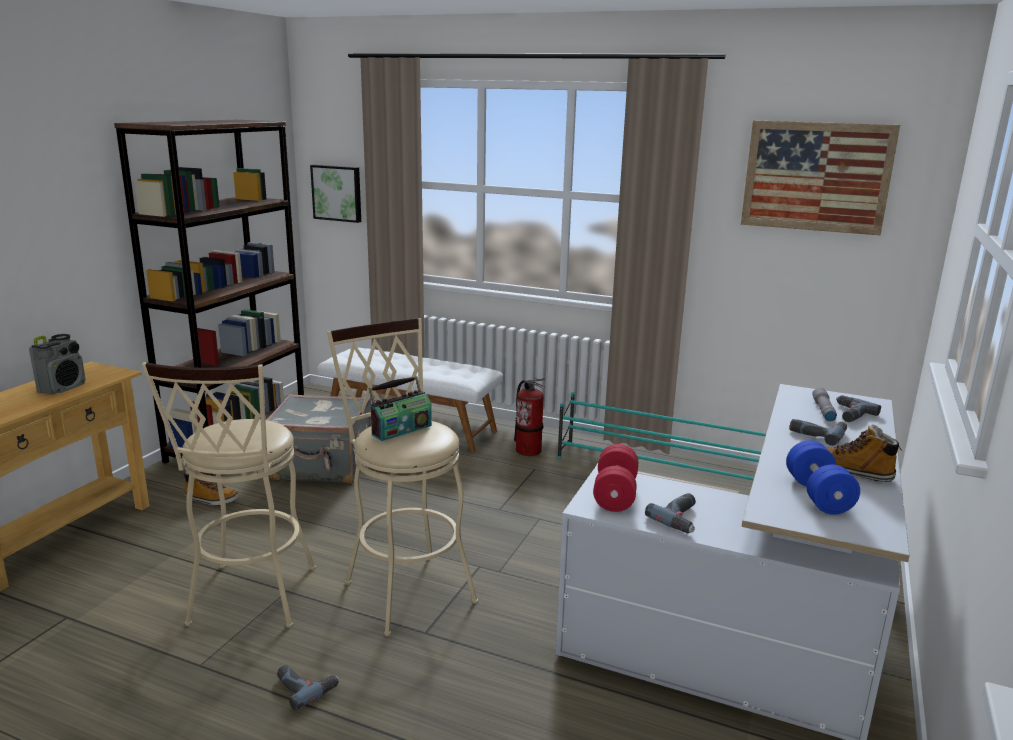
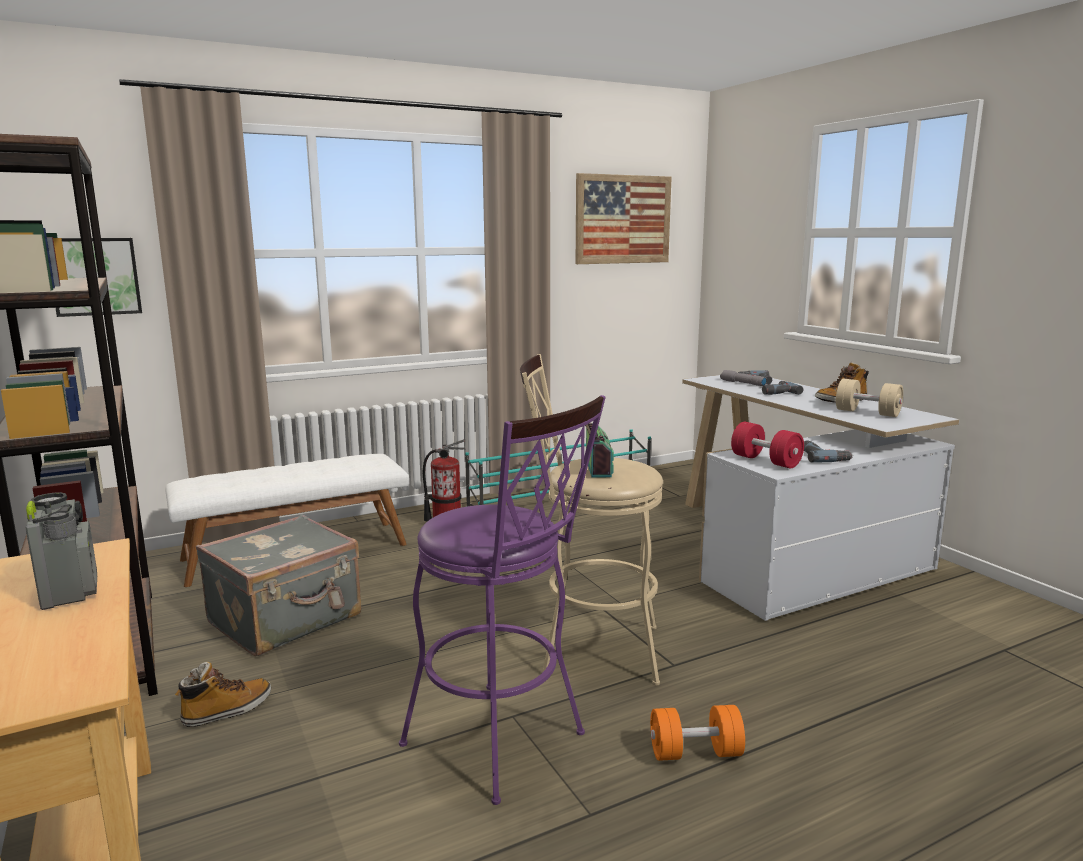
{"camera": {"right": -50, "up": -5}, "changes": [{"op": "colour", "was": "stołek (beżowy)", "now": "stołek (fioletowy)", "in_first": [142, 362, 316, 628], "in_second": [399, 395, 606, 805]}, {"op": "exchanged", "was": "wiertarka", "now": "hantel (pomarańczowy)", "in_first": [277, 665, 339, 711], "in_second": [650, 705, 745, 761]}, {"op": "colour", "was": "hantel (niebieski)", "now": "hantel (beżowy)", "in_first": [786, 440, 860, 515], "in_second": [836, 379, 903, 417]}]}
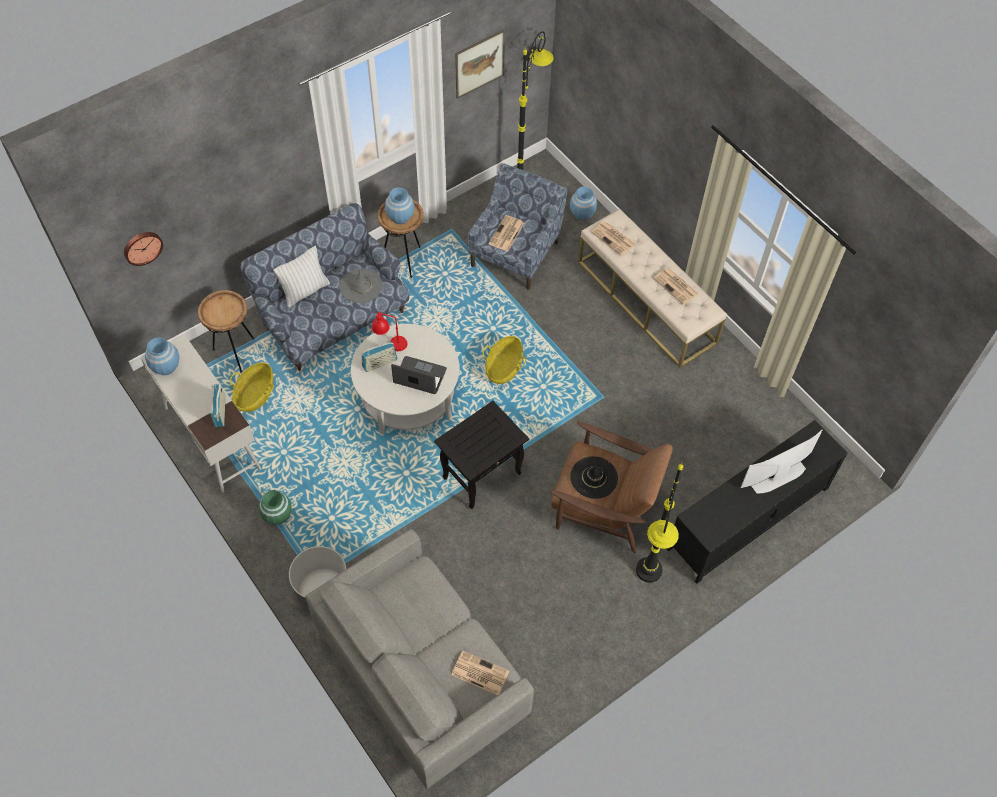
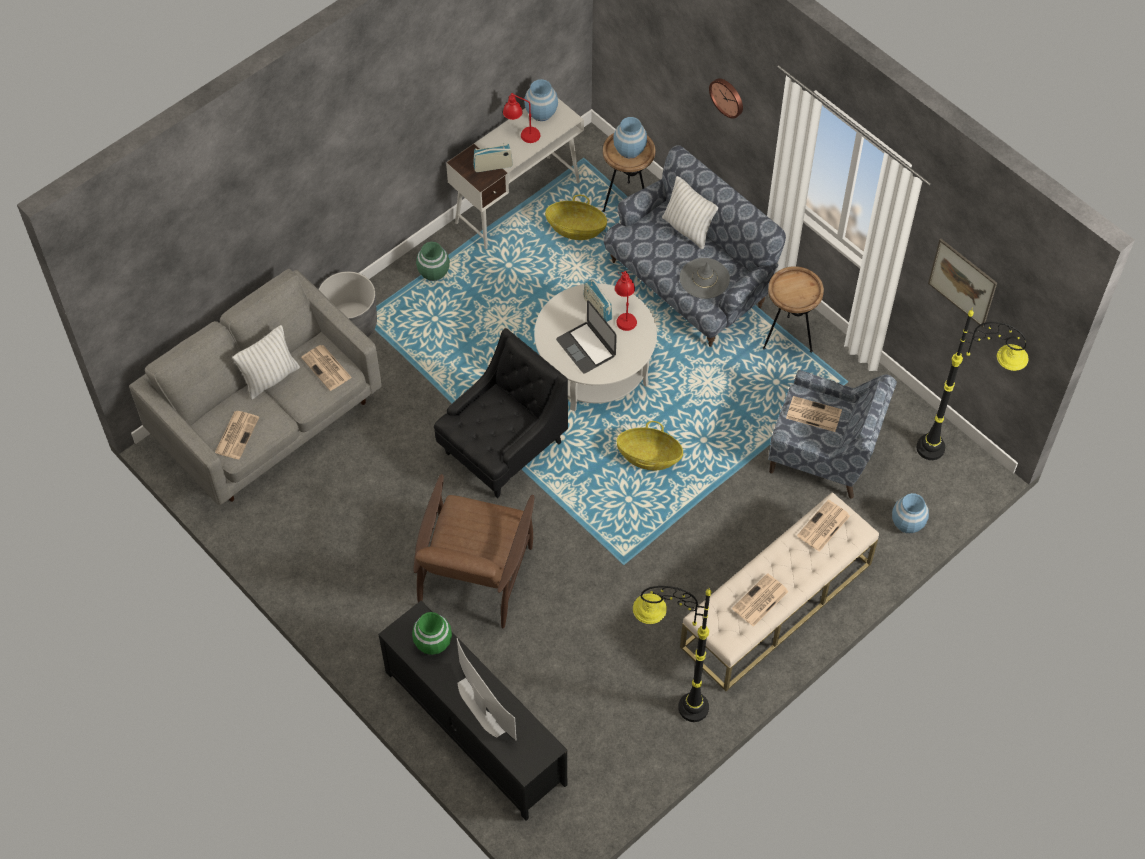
{"camera": {"right": 85, "up": 0}, "changes": [{"op": "appeared", "now": "poduszka (biały)", "in_second": [232, 325, 300, 400]}, {"op": "appeared", "now": "gazeta", "in_second": [301, 345, 352, 391]}, {"op": "appeared", "now": "wazon (zielony)", "in_second": [412, 612, 452, 655]}, {"op": "exchanged", "was": "stolik (czarny)", "now": "fotel (czarny)", "in_first": [434, 401, 529, 509], "in_second": [434, 328, 568, 498]}, {"op": "appeared", "now": "lampa stołowa (czerwony)", "in_second": [503, 93, 541, 143]}, {"op": "spun", "was": "laptop", "in_first": [391, 356, 447, 394], "in_second": [556, 300, 617, 374], "clockwise": 135}, {"op": "relocated", "was": "wazon (niebieski)", "in_first": [385, 188, 415, 224], "in_second": [613, 117, 647, 158]}, {"op": "relocated", "was": "lampa stojąca (czarny)", "in_first": [636, 463, 683, 583], "in_second": [633, 586, 711, 722]}, {"op": "relocated", "was": "zegar ścienny", "in_first": [124, 232, 163, 266], "in_second": [709, 78, 743, 119]}, {"op": "missing", "was": "kapelusz (czarny)", "in_first": [570, 456, 618, 499]}]}
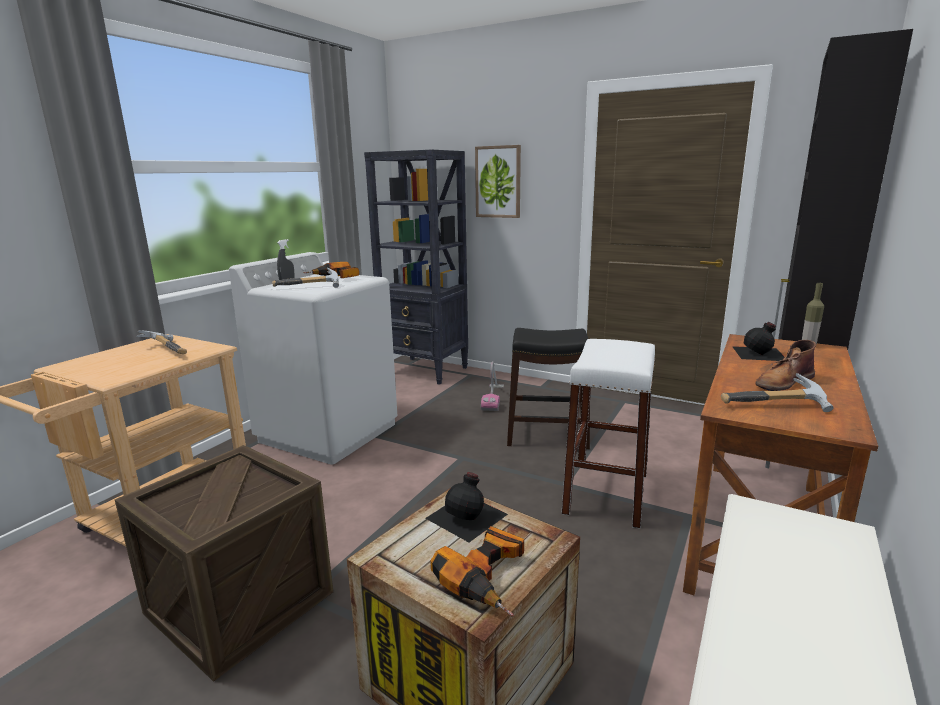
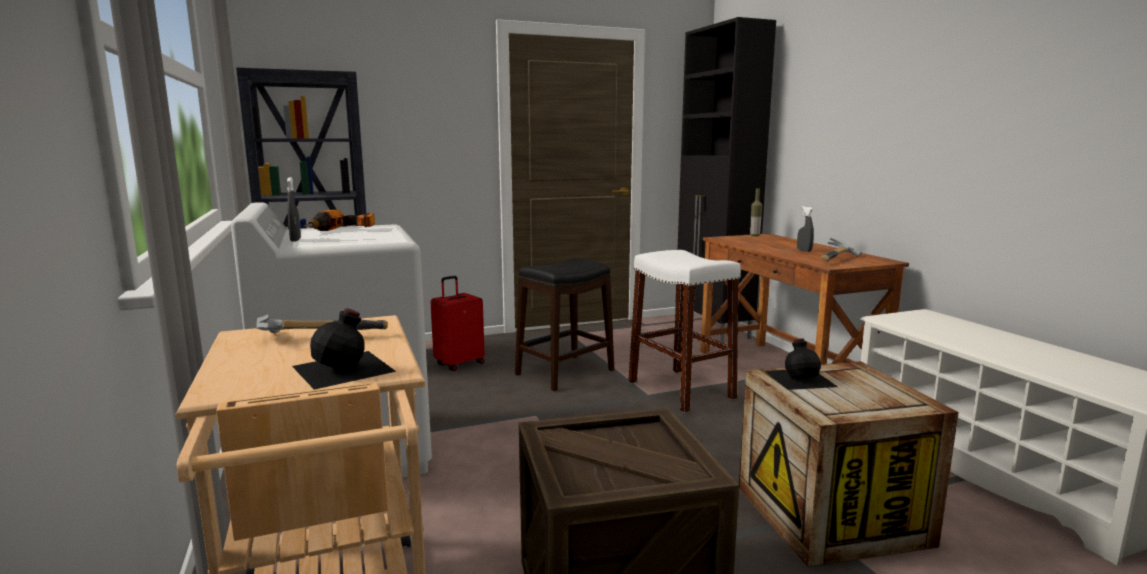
{"camera": {"right": -50, "up": -5}, "changes": [{"op": "relocated", "was": "butelka (czarny)", "in_first": [732, 322, 784, 361], "in_second": [292, 308, 396, 390]}, {"op": "exchanged", "was": "odkurzacz", "now": "walizka (czerwony)", "in_first": [481, 361, 504, 411], "in_second": [431, 276, 485, 371]}, {"op": "exchanged", "was": "but z cholewką (brązowy)", "now": "spryskiwacz (szary)", "in_first": [756, 340, 816, 391], "in_second": [797, 206, 814, 252]}, {"op": "missing", "was": "młotek", "in_first": [272, 267, 339, 288]}, {"op": "missing", "was": "wiertarka", "in_first": [431, 526, 524, 616]}, {"op": "missing", "was": "obraz", "in_first": [475, 145, 521, 218]}]}
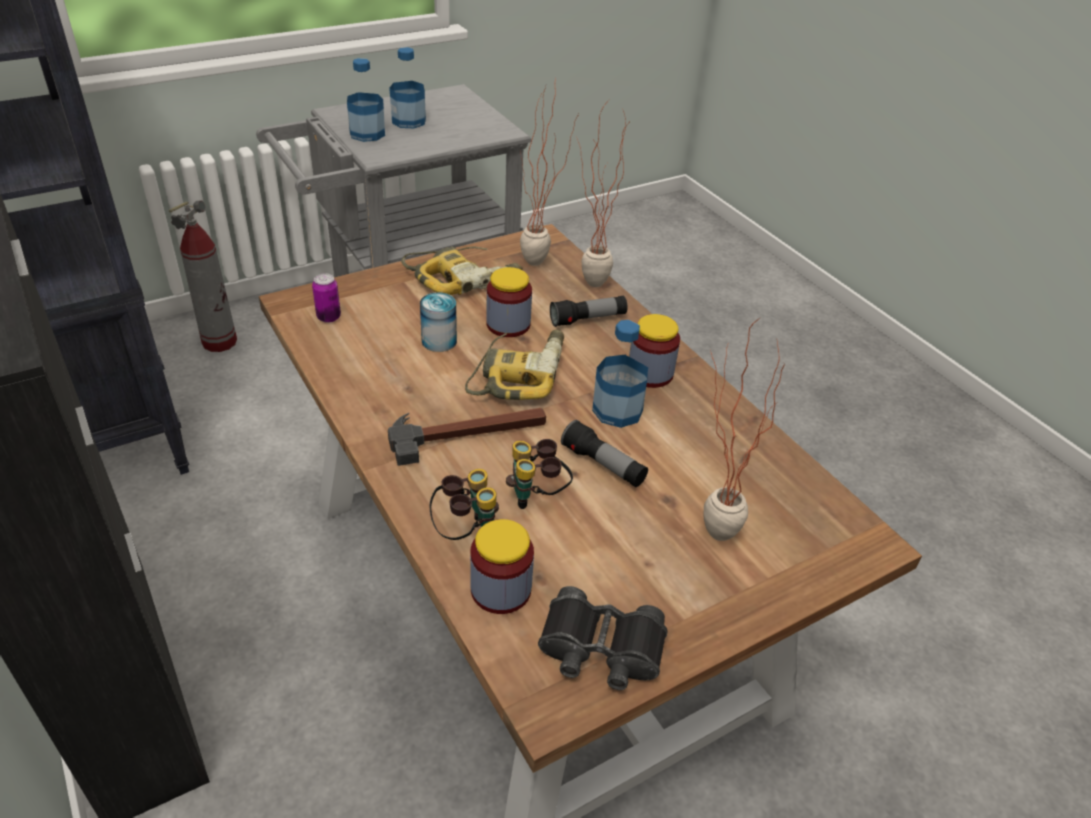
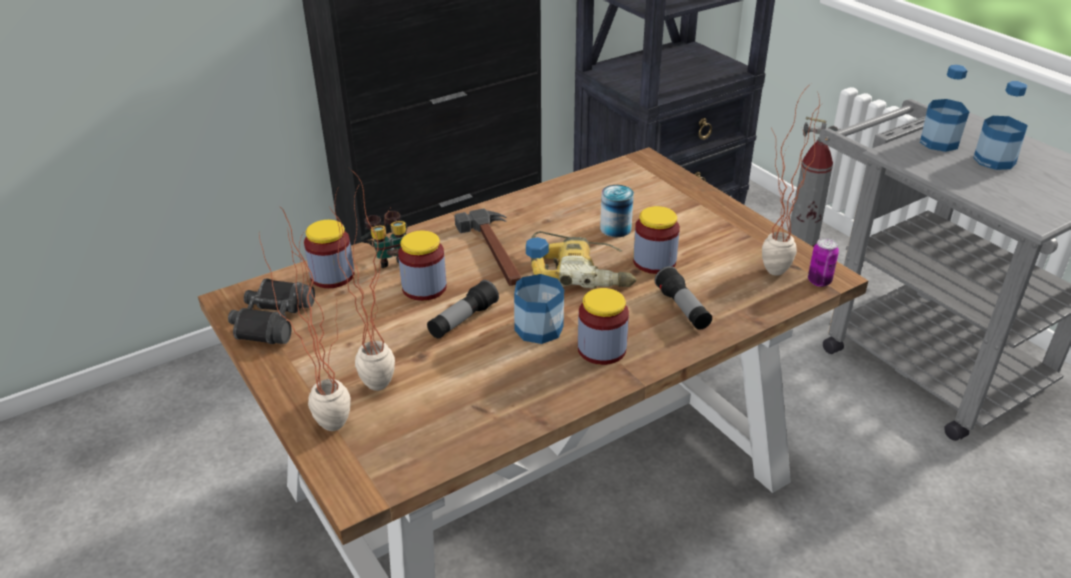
{"camera": {"right": 90, "up": -5}, "changes": [{"op": "relocated", "was": "roślina doniczkowa", "in_first": [577, 99, 629, 287], "in_second": [259, 207, 351, 431]}, {"op": "exchanged", "was": "lornetka", "now": "słoik", "in_first": [506, 439, 573, 509], "in_second": [398, 231, 447, 301]}, {"op": "relocated", "was": "puszka", "in_first": [312, 273, 341, 323], "in_second": [808, 238, 839, 287]}, {"op": "missing", "was": "wiertarka", "in_first": [401, 246, 523, 295]}]}
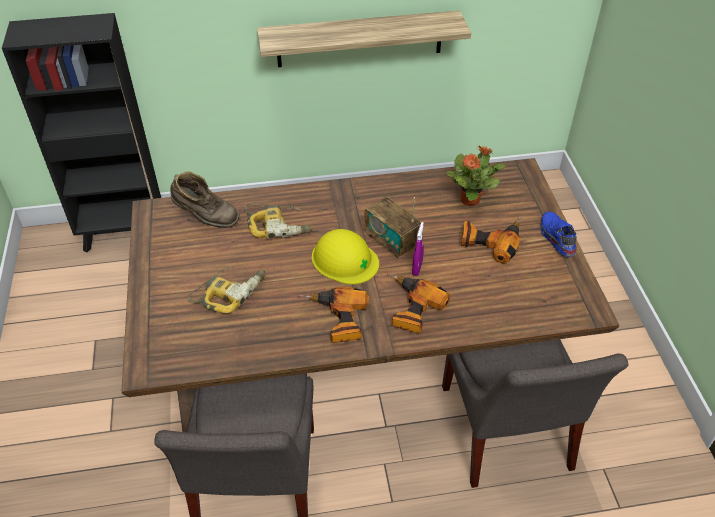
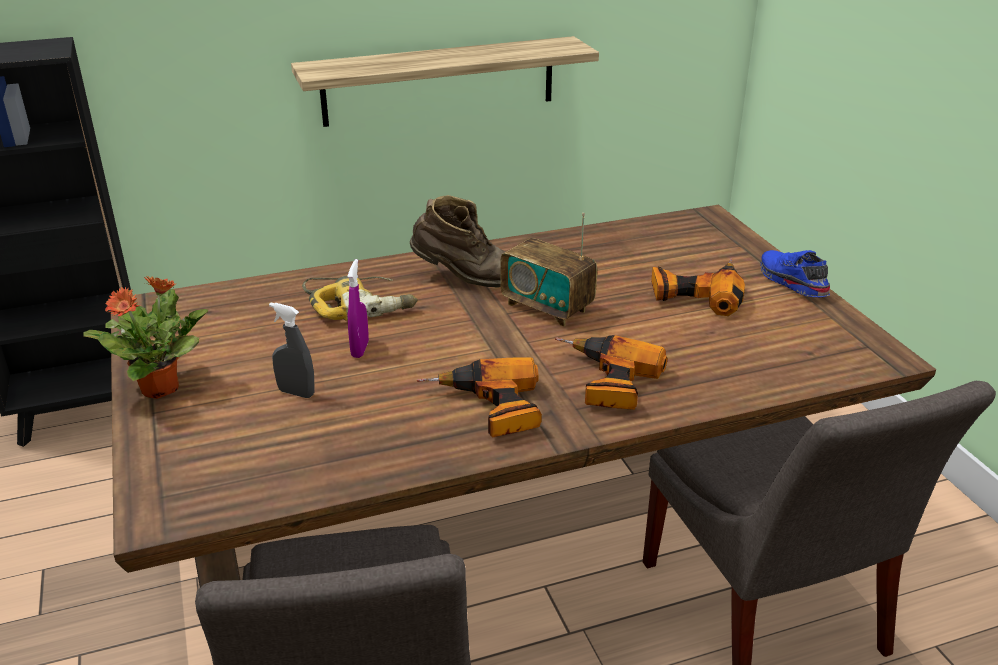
{"camera": {"right": -10, "up": -15}, "changes": [{"op": "relocated", "was": "roślina doniczkowa", "in_first": [446, 145, 506, 207], "in_second": [84, 276, 208, 399]}, {"op": "exchanged", "was": "wiertarka", "now": "spryskiwacz (szary)", "in_first": [188, 265, 265, 313], "in_second": [269, 302, 314, 398]}, {"op": "relocated", "was": "spryskiwacz (fioletowy)", "in_first": [412, 222, 424, 276], "in_second": [347, 259, 369, 358]}, {"op": "relocated", "was": "but z cholewką (brązowy)", "in_first": [171, 171, 239, 228], "in_second": [410, 195, 505, 287]}, {"op": "missing", "was": "kask (żółty)", "in_first": [312, 229, 379, 284]}]}
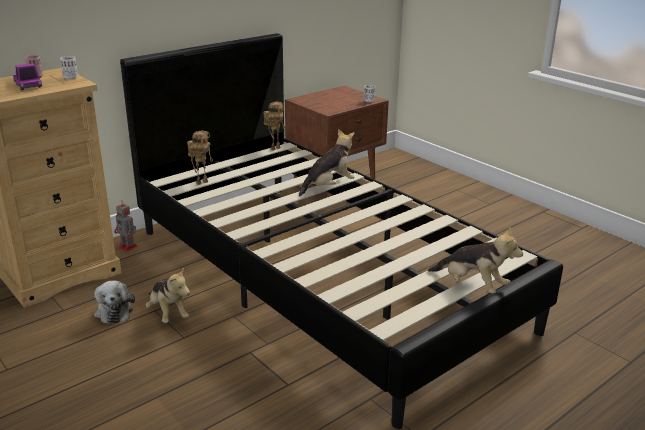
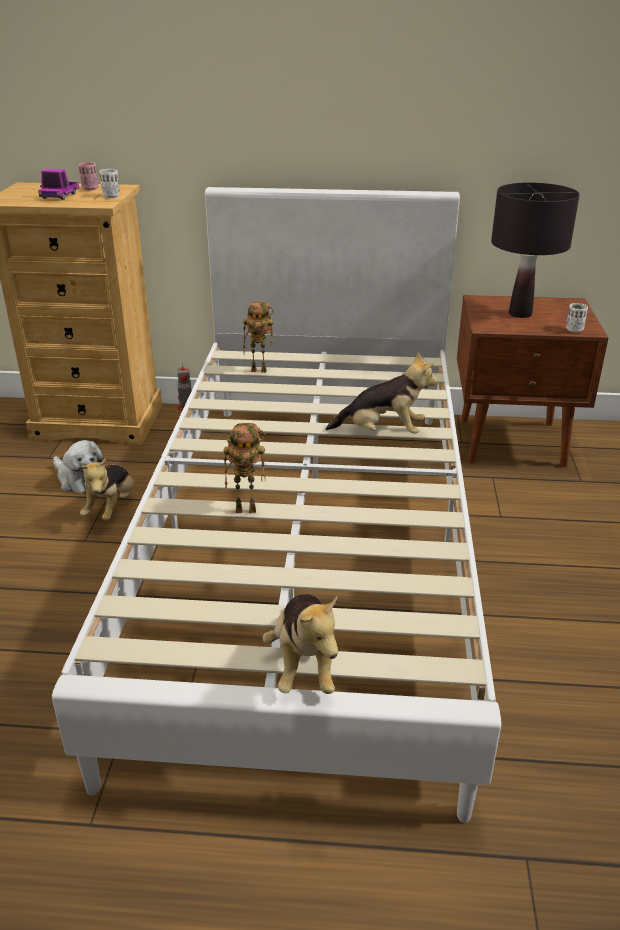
{"camera": {"right": 45, "up": 5}, "changes": [{"op": "colour", "was": "łóżko (czarny)", "now": "łóżko (biały)", "in_first": [120, 33, 563, 429], "in_second": [52, 187, 501, 823]}, {"op": "spun", "was": "pluszak", "in_first": [94, 280, 135, 324], "in_second": [53, 440, 104, 493], "clockwise": -75}, {"op": "relocated", "was": "robot zabawkowy", "in_first": [263, 102, 285, 151], "in_second": [224, 423, 266, 513]}, {"op": "appeared", "now": "lampa stołowa (czarny)", "in_second": [491, 183, 580, 318]}]}
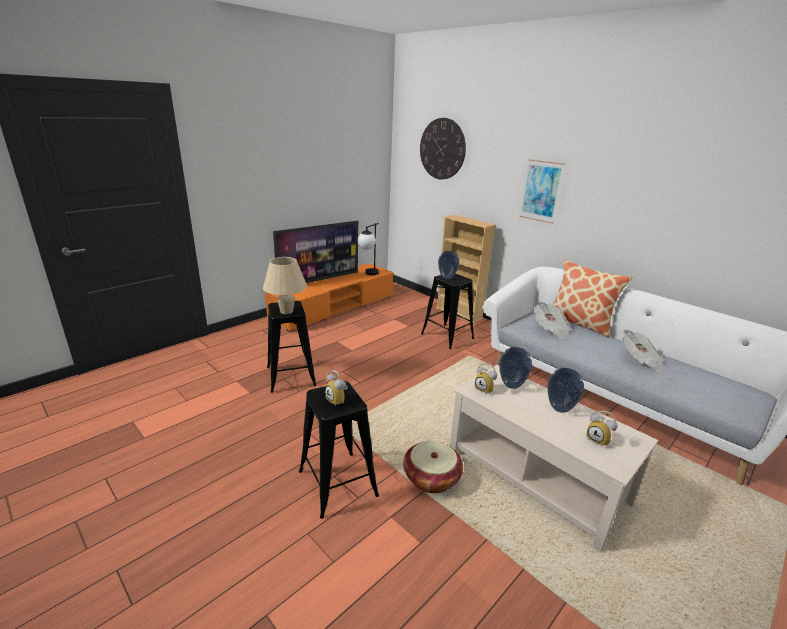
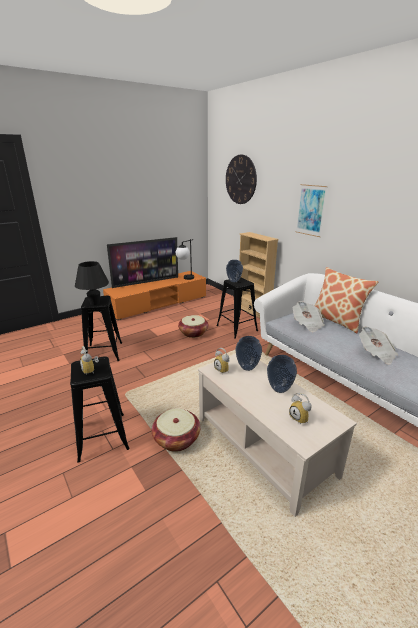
{"camera": {"right": 10, "up": 0}, "changes": [{"op": "colour", "was": "lampa stołowa (beżowy)", "now": "lampa stołowa (czarny)", "in_first": [263, 257, 307, 314], "in_second": [75, 261, 109, 305]}, {"op": "appeared", "now": "koszyk", "in_second": [178, 315, 208, 338]}]}
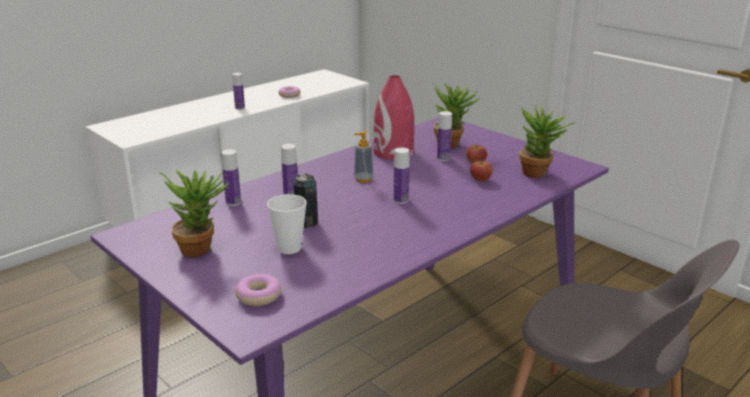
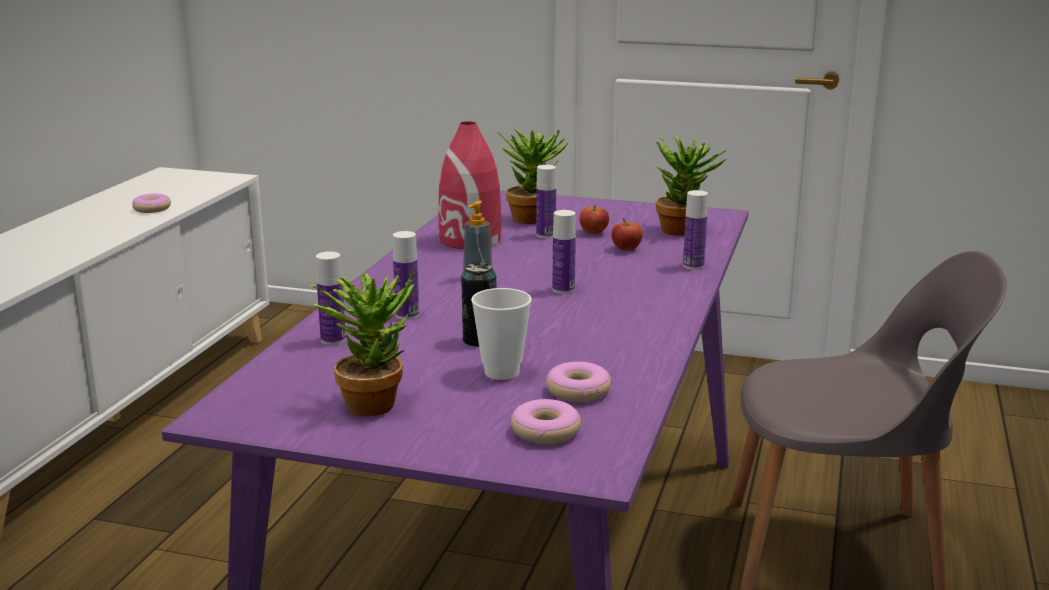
{"camera": {"right": -30, "up": -5}, "changes": [{"op": "appeared", "now": "donut", "in_second": [546, 362, 612, 402]}, {"op": "relocated", "was": "butelka", "in_first": [232, 73, 245, 110], "in_second": [683, 190, 708, 270]}]}
